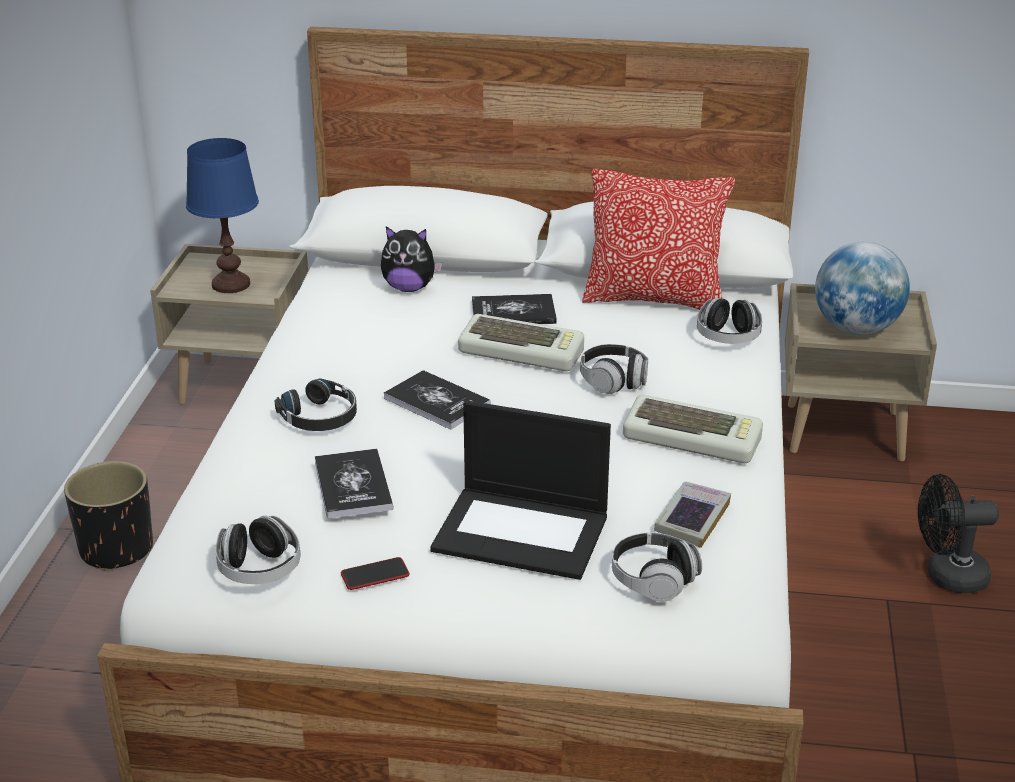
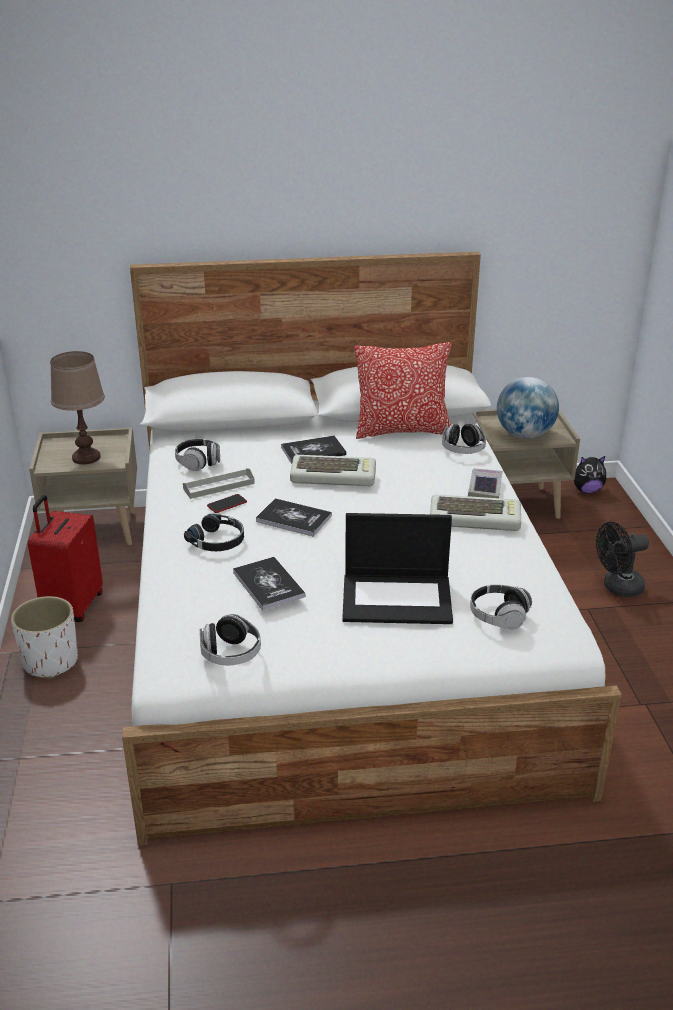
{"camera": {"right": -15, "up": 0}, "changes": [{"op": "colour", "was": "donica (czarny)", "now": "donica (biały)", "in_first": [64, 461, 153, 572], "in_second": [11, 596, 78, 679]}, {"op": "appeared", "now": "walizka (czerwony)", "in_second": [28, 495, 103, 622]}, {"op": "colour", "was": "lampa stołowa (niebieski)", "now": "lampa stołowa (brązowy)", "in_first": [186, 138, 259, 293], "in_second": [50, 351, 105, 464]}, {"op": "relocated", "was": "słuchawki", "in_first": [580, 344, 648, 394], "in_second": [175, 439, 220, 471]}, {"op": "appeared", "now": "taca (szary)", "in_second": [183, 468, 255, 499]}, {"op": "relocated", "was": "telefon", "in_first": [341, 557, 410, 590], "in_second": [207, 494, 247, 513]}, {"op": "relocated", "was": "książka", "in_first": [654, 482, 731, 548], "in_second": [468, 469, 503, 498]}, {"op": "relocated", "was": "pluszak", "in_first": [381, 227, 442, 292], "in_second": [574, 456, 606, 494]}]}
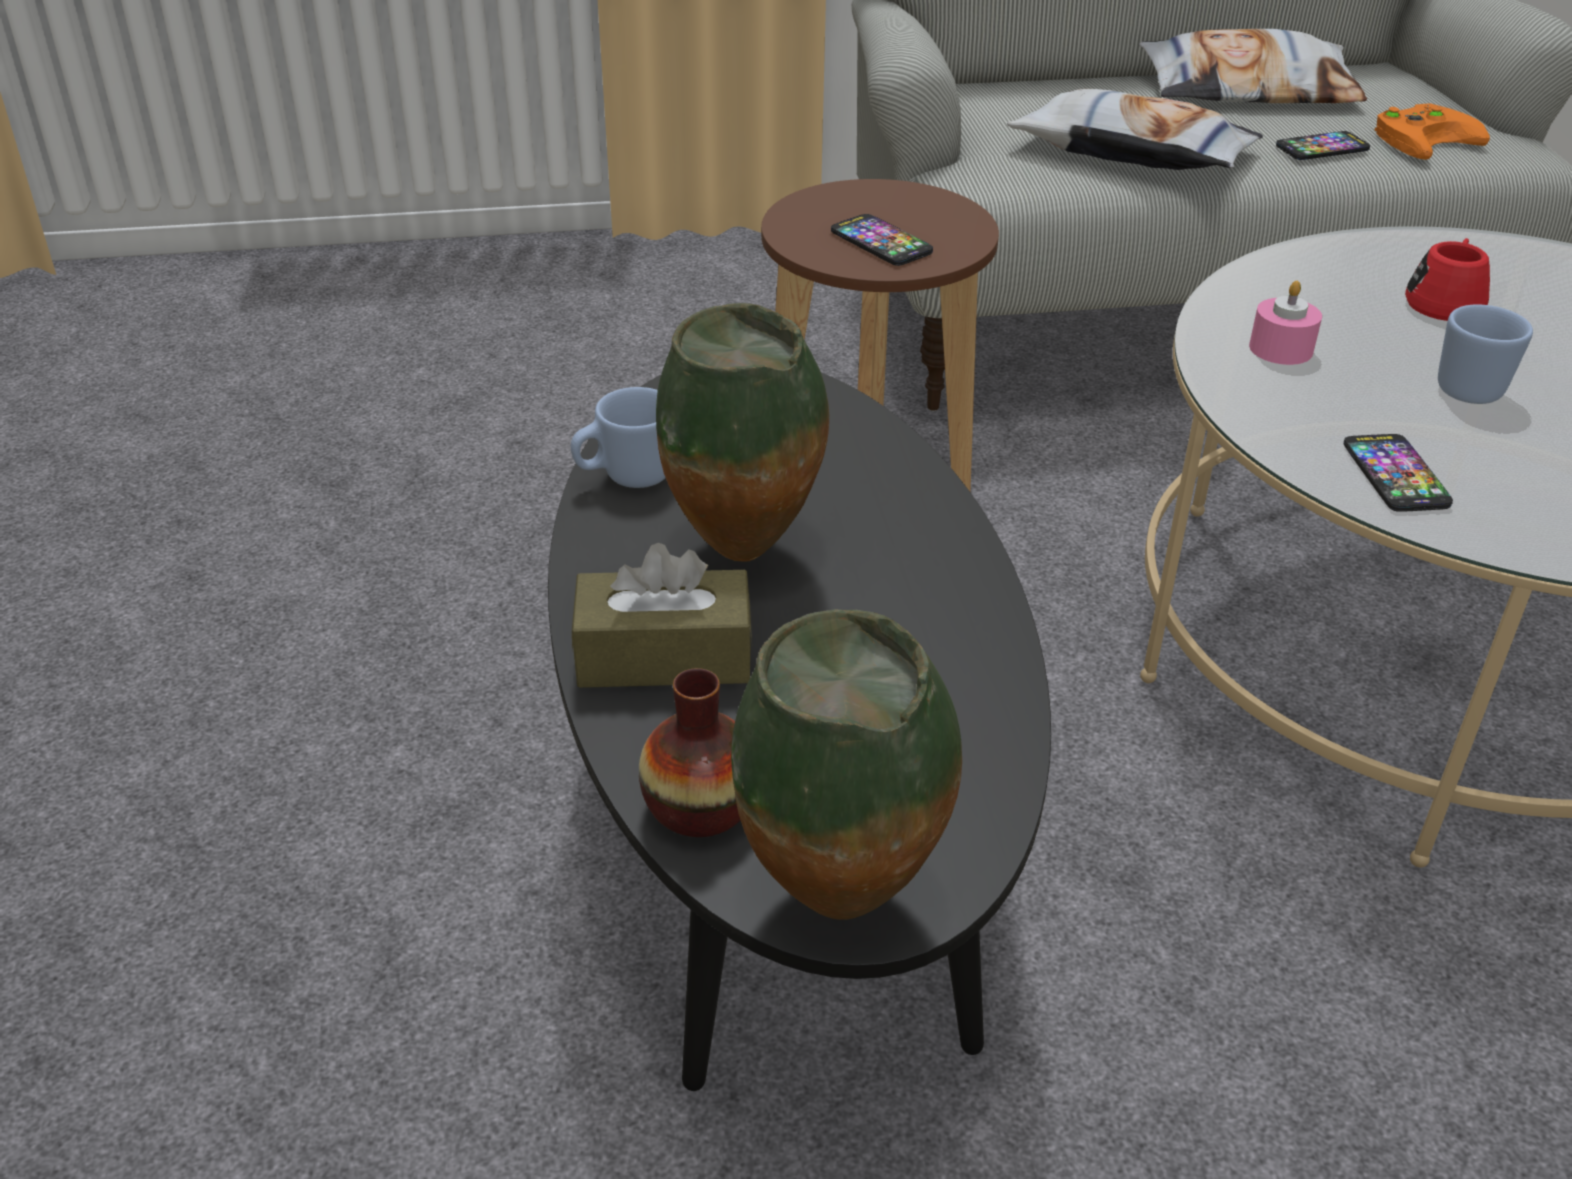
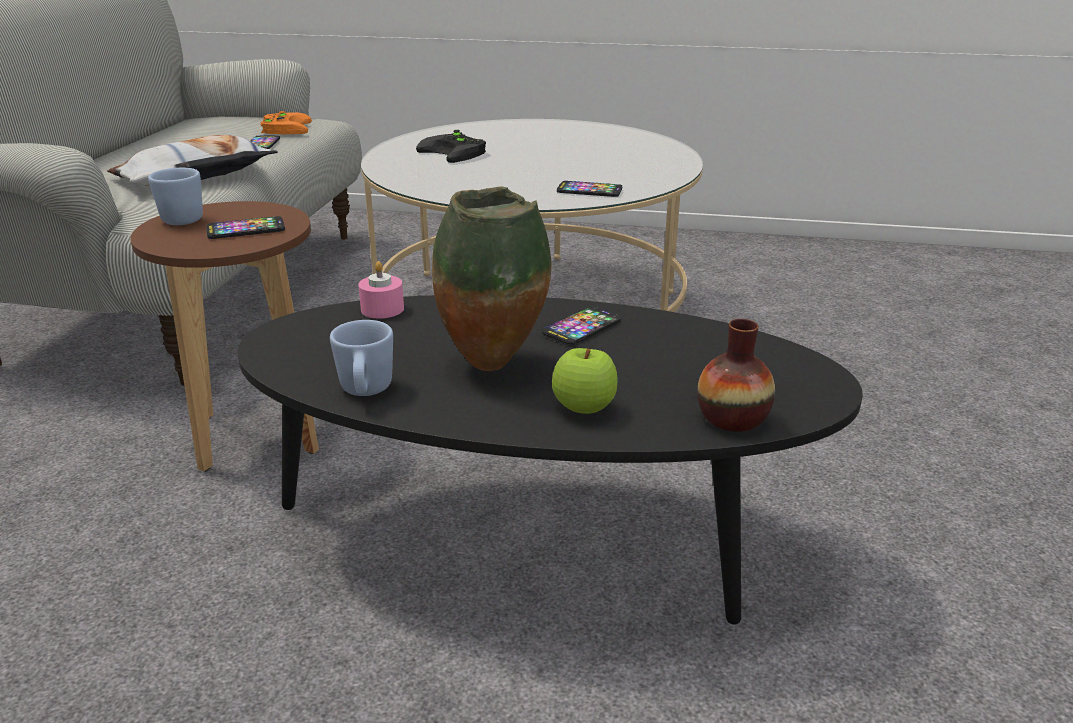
{"camera": {"right": -70, "up": -10}, "changes": [{"op": "relocated", "was": "kubek (niebieski)", "in_first": [1438, 305, 1533, 404], "in_second": [148, 168, 203, 225]}, {"op": "relocated", "was": "świeca (różowy)", "in_first": [1249, 281, 1322, 365], "in_second": [358, 261, 404, 318]}, {"op": "exchanged", "was": "kubek (czerwony)", "now": "pad do gier (czarny)", "in_first": [1405, 238, 1490, 321], "in_second": [416, 130, 486, 163]}, {"op": "appeared", "now": "telefon", "in_second": [542, 307, 621, 346]}, {"op": "exchanged", "was": "pudełko chusteczek (brązowy)", "now": "jabłko", "in_first": [572, 543, 752, 688], "in_second": [552, 348, 617, 414]}, {"op": "missing", "was": "wazon", "in_first": [731, 609, 962, 919]}, {"op": "missing", "was": "poduszka", "in_first": [1139, 29, 1367, 103]}]}
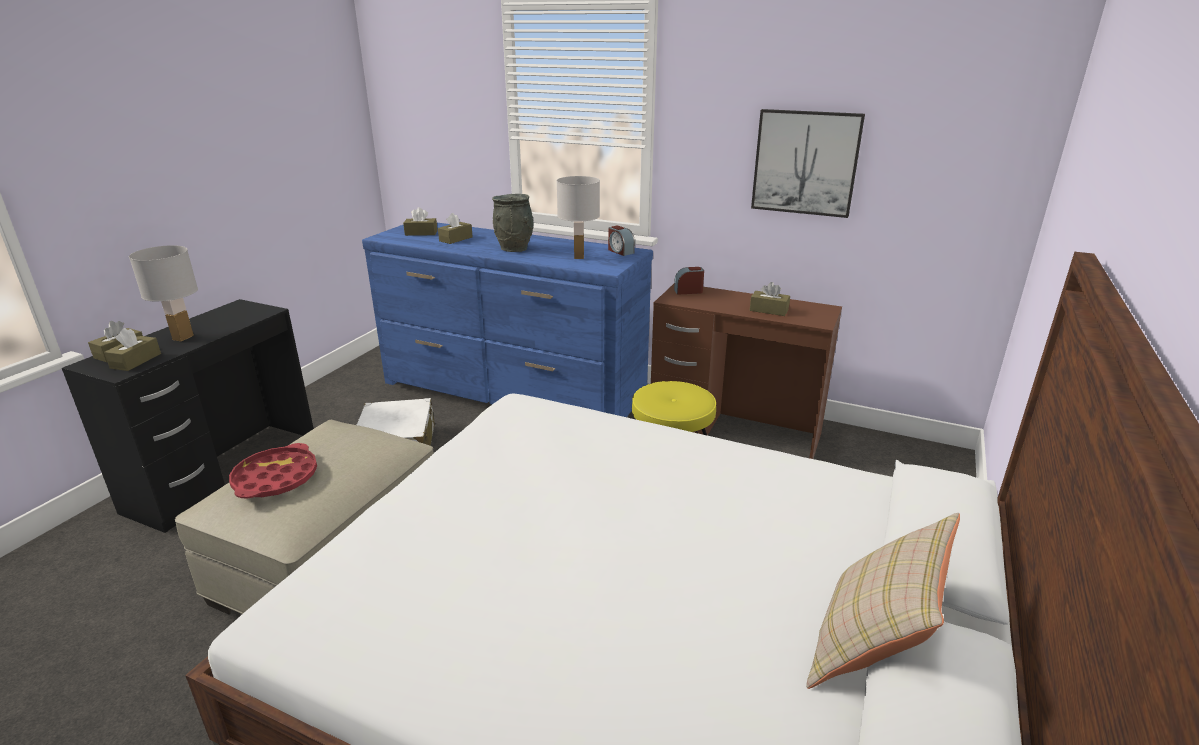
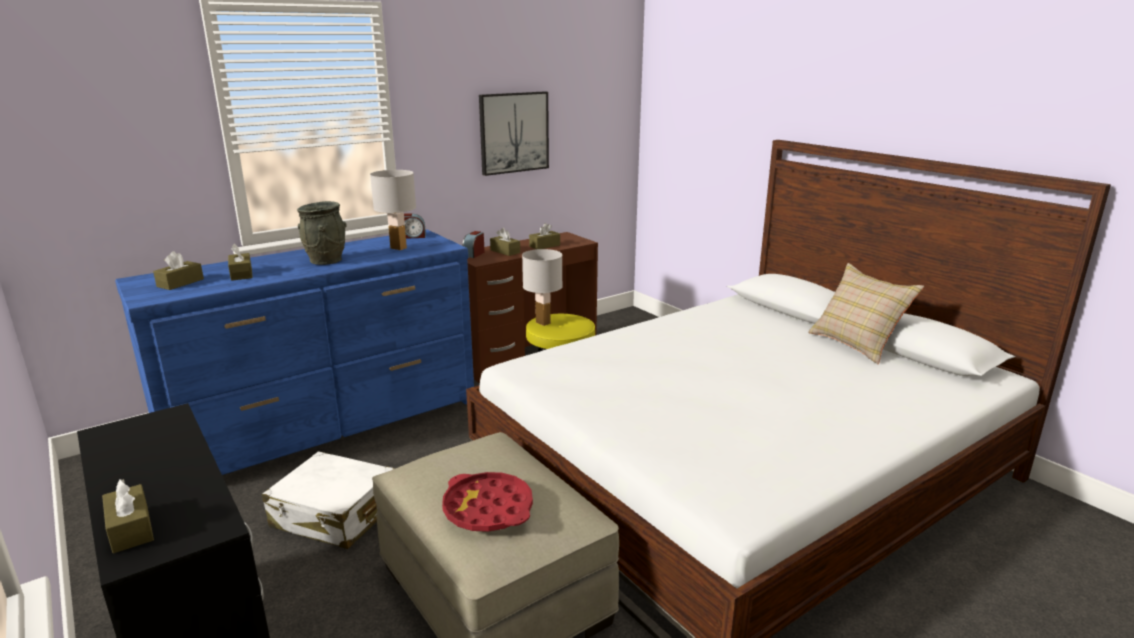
{"camera": {"right": -60, "up": -5}, "changes": [{"op": "relocated", "was": "pudełko chusteczek (brązowy)", "in_first": [104, 328, 161, 371], "in_second": [490, 228, 520, 256]}, {"op": "relocated", "was": "lampa stołowa (biały)", "in_first": [129, 245, 198, 341], "in_second": [522, 249, 563, 326]}]}
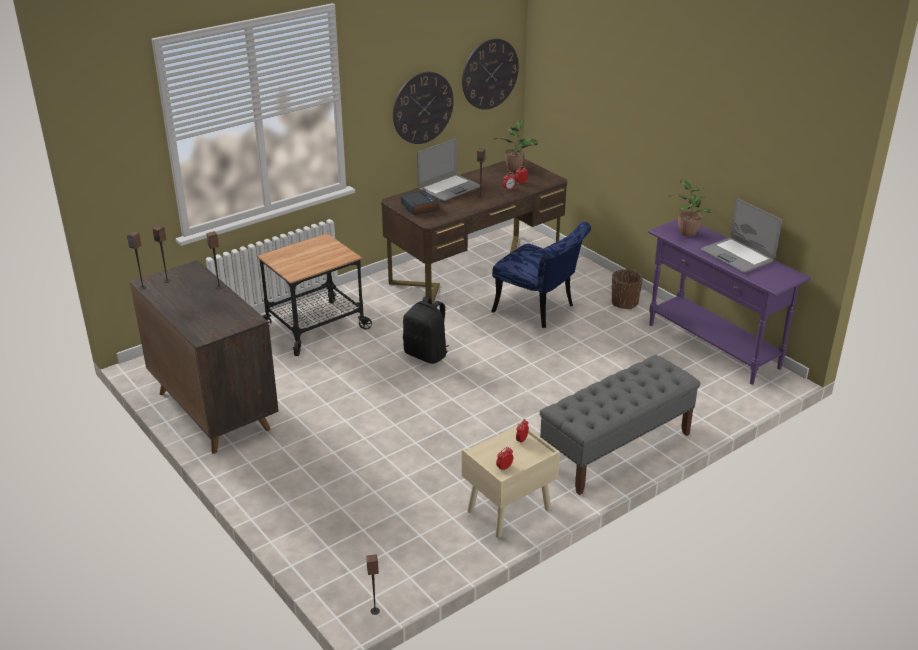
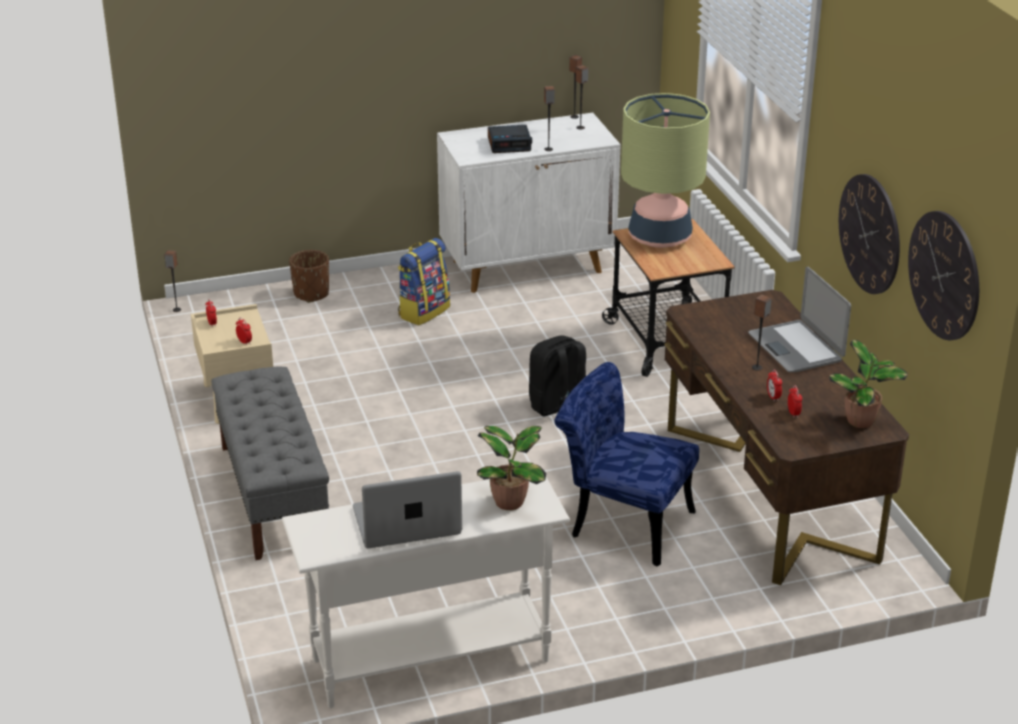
{"camera": {"right": 110, "up": 0}, "changes": [{"op": "colour", "was": "stolik konsolowy (fioletowy)", "now": "stolik konsolowy (biały)", "in_first": [648, 219, 811, 384], "in_second": [282, 477, 570, 708]}, {"op": "relocated", "was": "donica (brązowy)", "in_first": [612, 269, 643, 310], "in_second": [289, 250, 329, 303]}, {"op": "appeared", "now": "plecak", "in_second": [398, 238, 450, 325]}, {"op": "colour", "was": "szafka (brązowy)", "now": "szafka (biały)", "in_first": [130, 260, 279, 454], "in_second": [437, 113, 621, 293]}, {"op": "relocated", "was": "budzik", "in_first": [401, 190, 440, 215], "in_second": [488, 125, 532, 153]}, {"op": "spun", "was": "krzesło (niebieski)", "in_first": [491, 221, 591, 328], "in_second": [554, 362, 699, 566], "clockwise": 60}, {"op": "appeared", "now": "lampa stołowa", "in_second": [621, 93, 710, 248]}]}
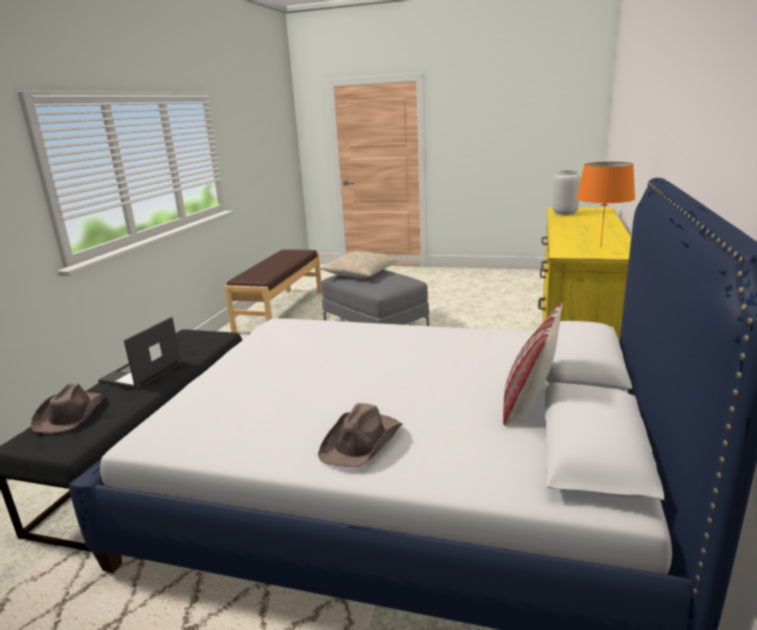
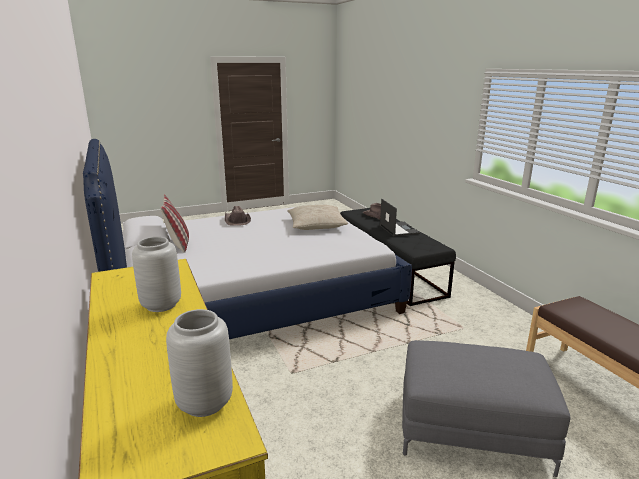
{"camera": {"right": 140, "up": 0}, "changes": [{"op": "appeared", "now": "wazon (szary)", "in_second": [132, 237, 181, 312]}, {"op": "relocated", "was": "poduszka (beżowy)", "in_first": [319, 251, 399, 278], "in_second": [287, 205, 348, 230]}, {"op": "missing", "was": "lampa stołowa (pomarańczowy)", "in_first": [576, 162, 635, 247]}]}
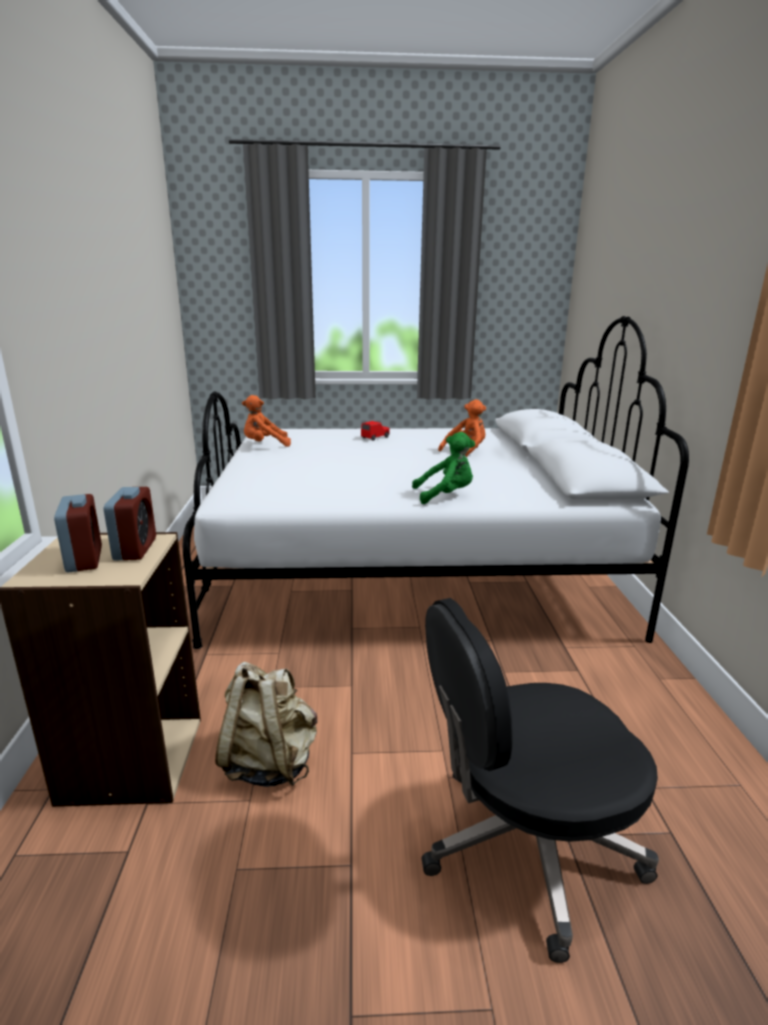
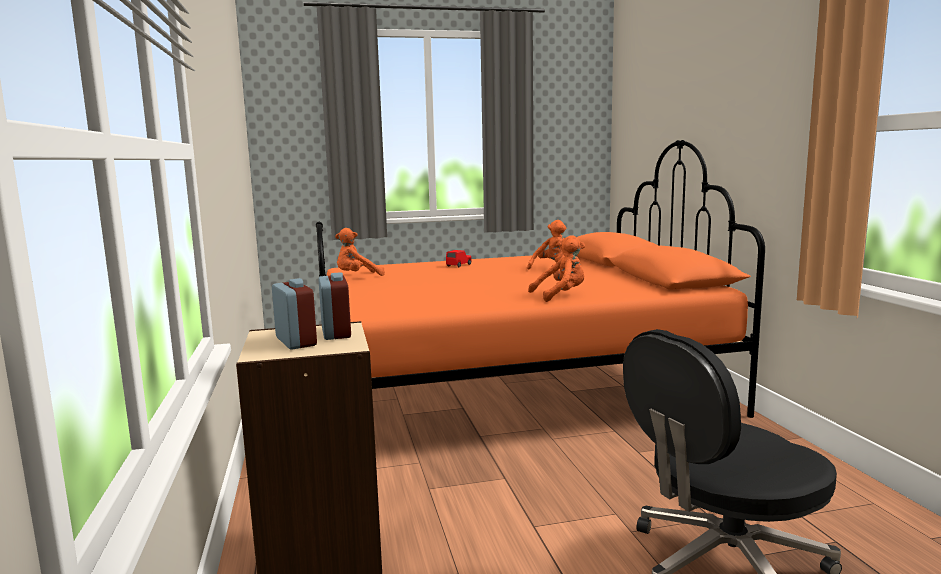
{"camera": {"right": -10, "up": -10}, "changes": [{"op": "colour", "was": "łóżko (biały)", "now": "łóżko (pomarańczowy)", "in_first": [183, 316, 689, 649], "in_second": [316, 140, 765, 418]}, {"op": "colour", "was": "pluszak (zielony)", "now": "pluszak (pomarańczowy)", "in_first": [412, 432, 475, 504], "in_second": [528, 235, 585, 302]}, {"op": "missing", "was": "plecak (beżowy)", "in_first": [215, 662, 317, 787]}]}
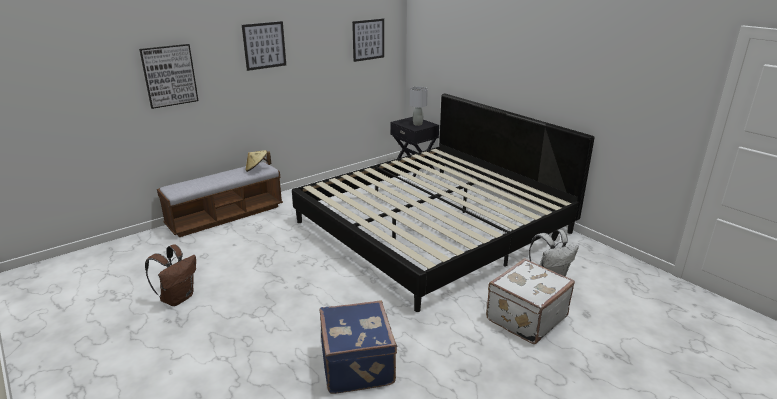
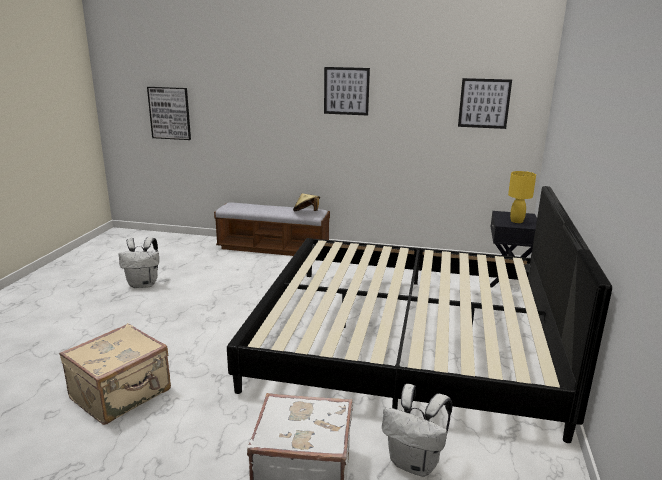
{"camera": {"right": 50, "up": -5}, "changes": [{"op": "colour", "was": "walizka (niebieski)", "now": "walizka (beżowy)", "in_first": [320, 300, 398, 394], "in_second": [59, 323, 171, 425]}, {"op": "colour", "was": "plecak (brązowy)", "now": "plecak (biały)", "in_first": [145, 244, 196, 306], "in_second": [119, 237, 159, 288]}, {"op": "relocated", "was": "obraz", "in_first": [139, 44, 199, 109], "in_second": [147, 87, 191, 140]}, {"op": "colour", "was": "lampa stołowa (szary)", "now": "lampa stołowa (żółty)", "in_first": [410, 86, 428, 126], "in_second": [508, 171, 536, 223]}]}
